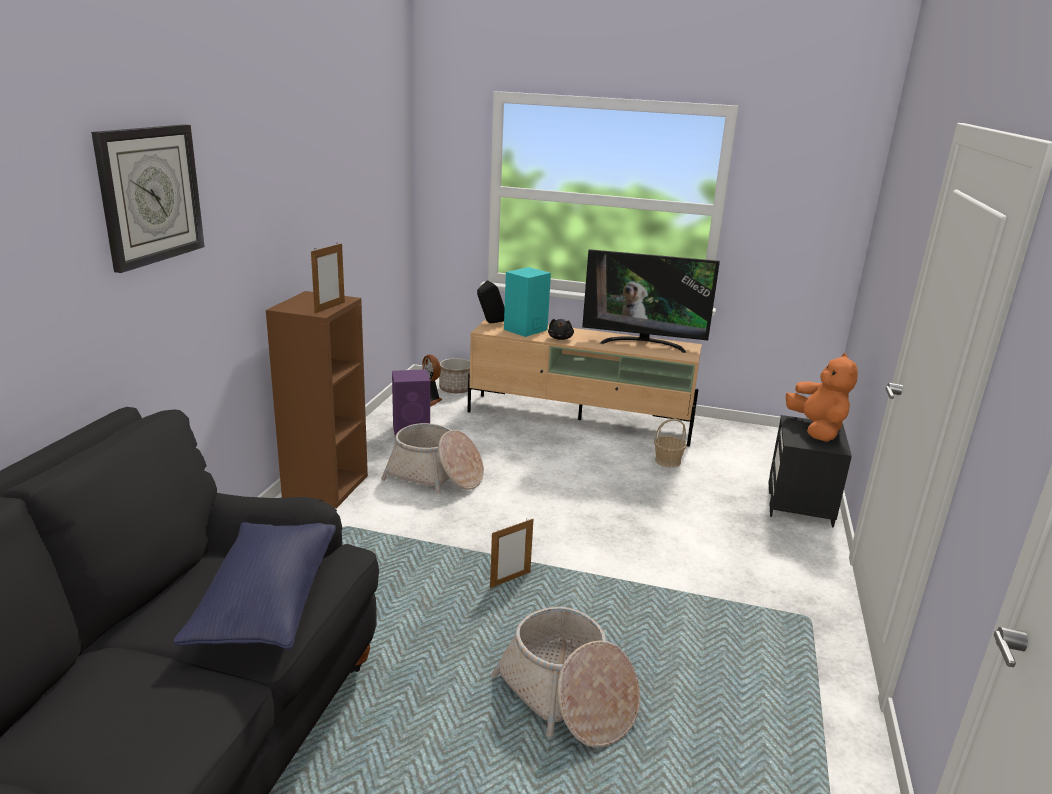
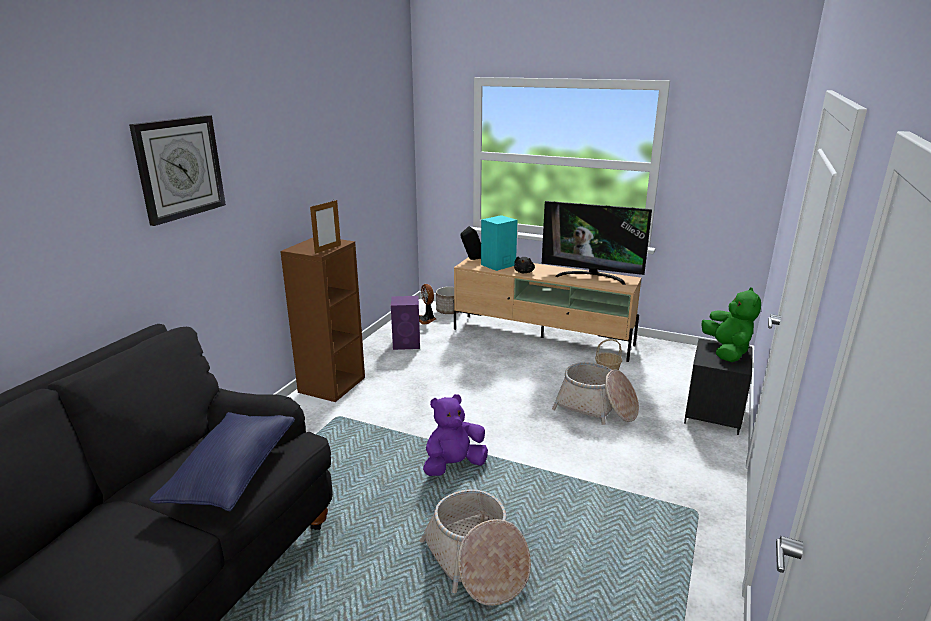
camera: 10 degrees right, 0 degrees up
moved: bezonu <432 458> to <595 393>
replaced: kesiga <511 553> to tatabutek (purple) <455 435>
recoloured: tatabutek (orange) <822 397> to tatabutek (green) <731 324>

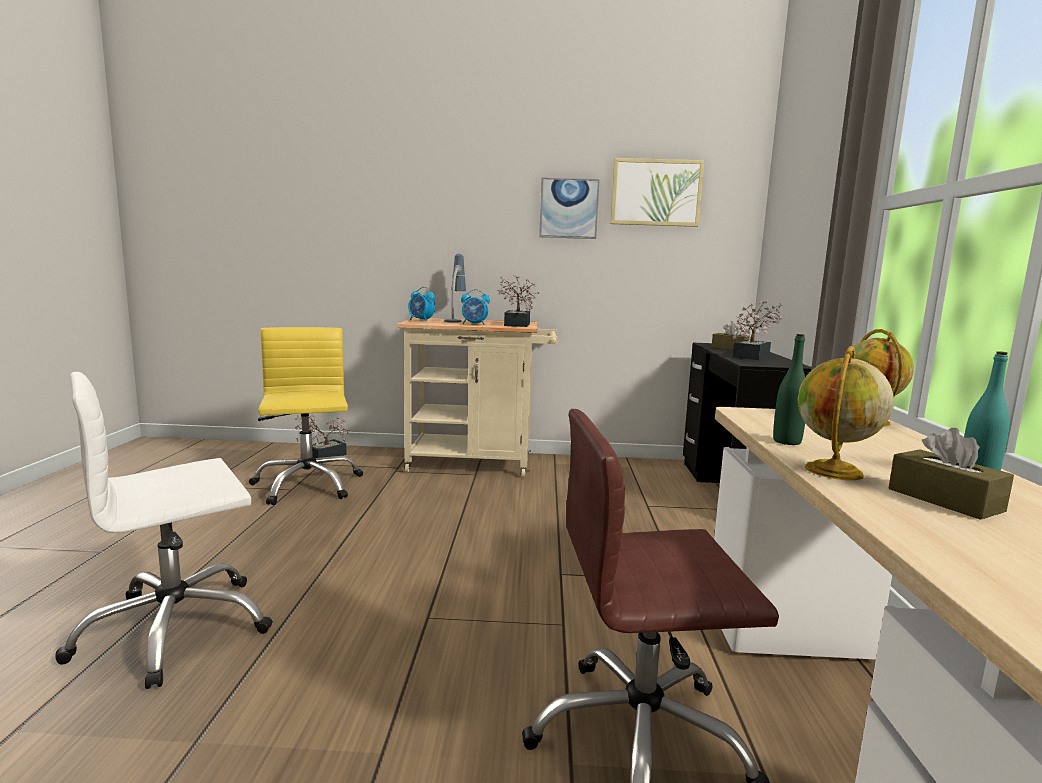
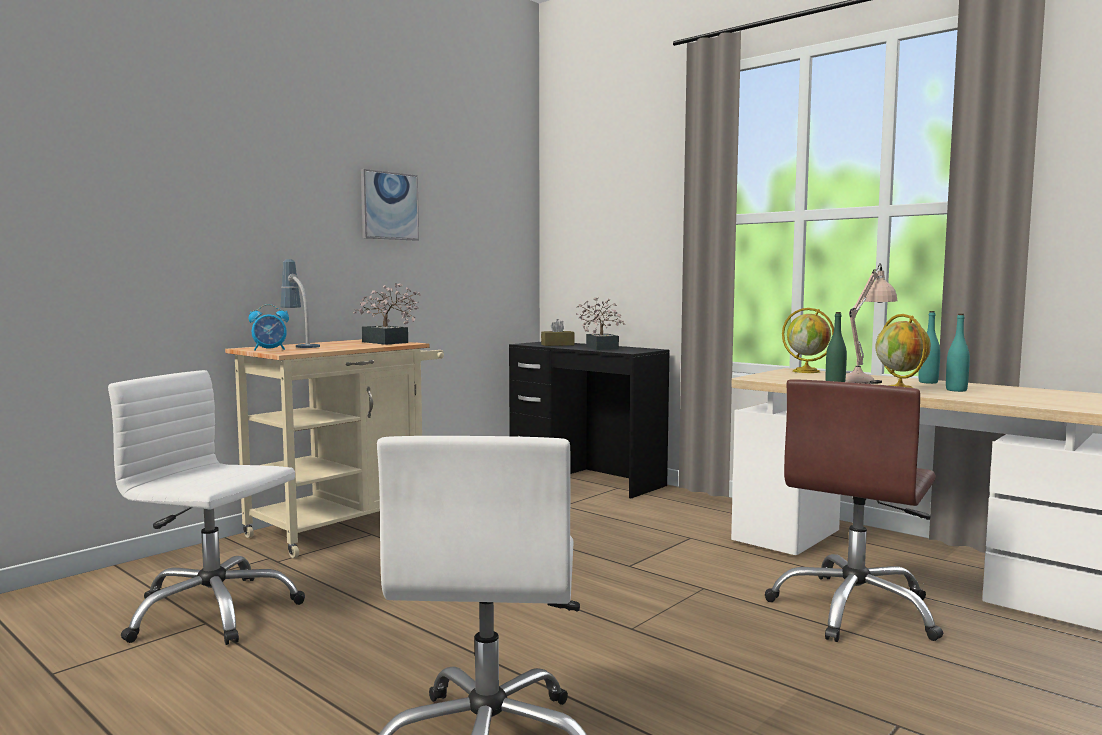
camera: 50 degrees left, 5 degrees down
removed: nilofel <322 436>; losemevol <475 307>; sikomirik <657 192>
added: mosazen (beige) <871 323>
replaced: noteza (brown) <951 474> to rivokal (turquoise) <958 353>
recoloured: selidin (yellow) <306 416> to selidin (white) <206 507>

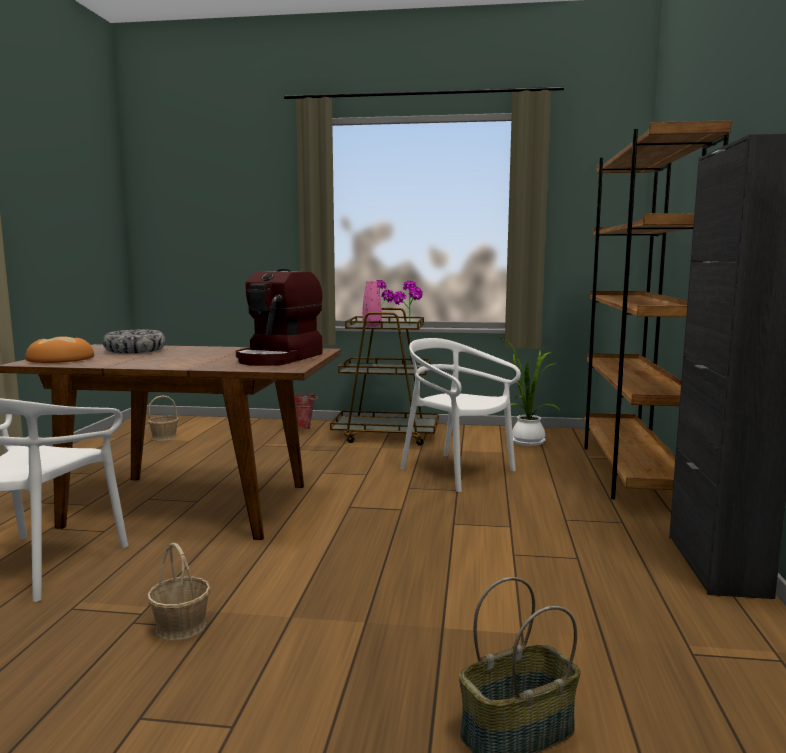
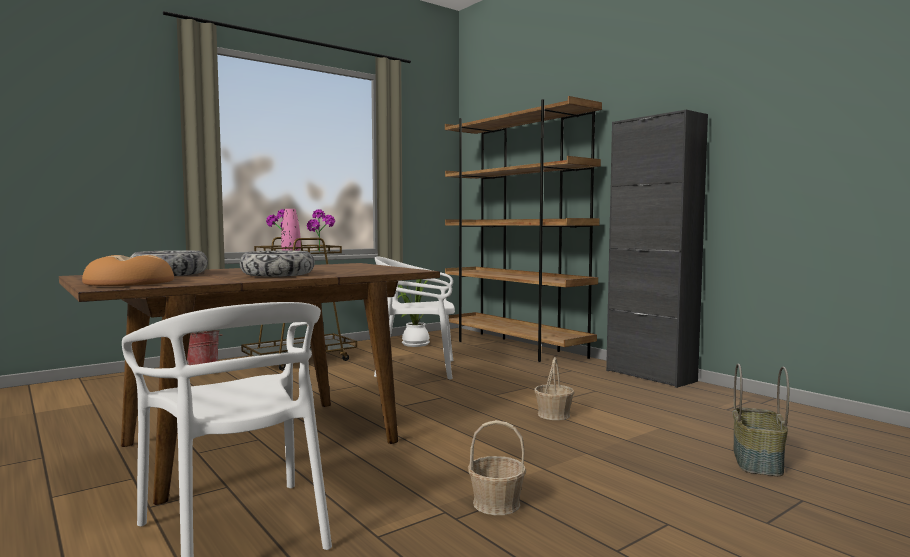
camera: 45 degrees left, 5 degrees down
removed: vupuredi <279 317>
added: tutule <277 264>
moved: bezonu <163 418> to <554 388>

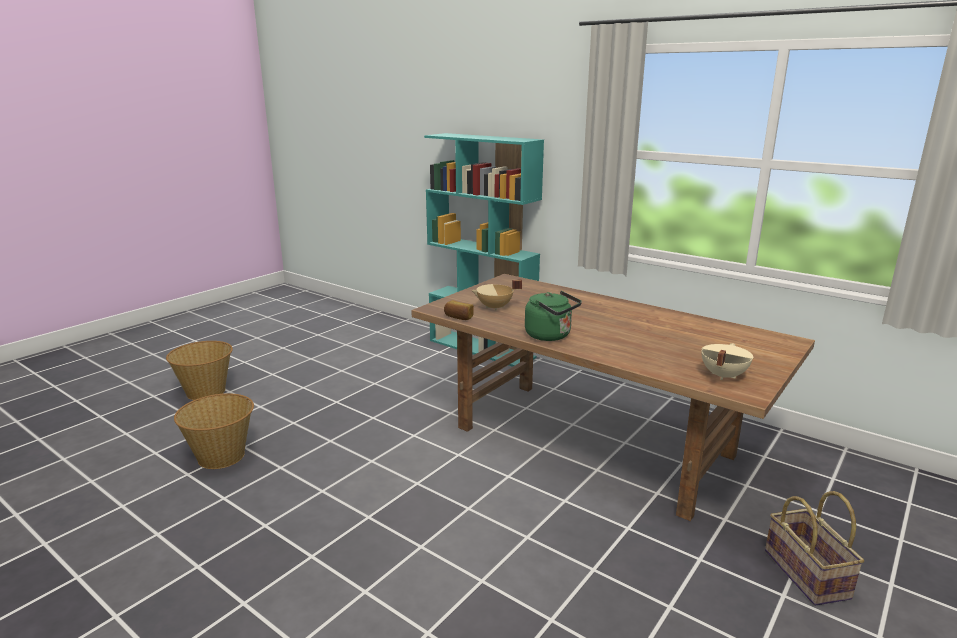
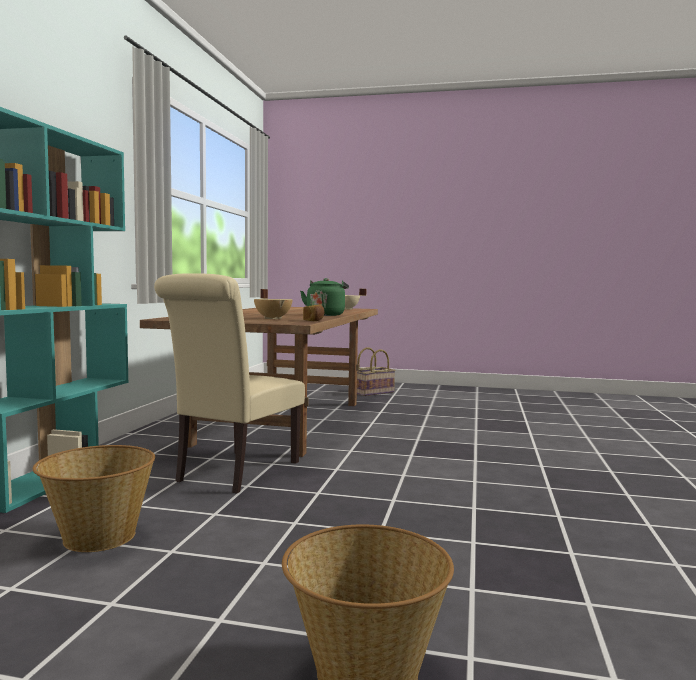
camera: 115 degrees left, 15 degrees down
added: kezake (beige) <229 383>
moved: bezonu <214 431> to <94 498>

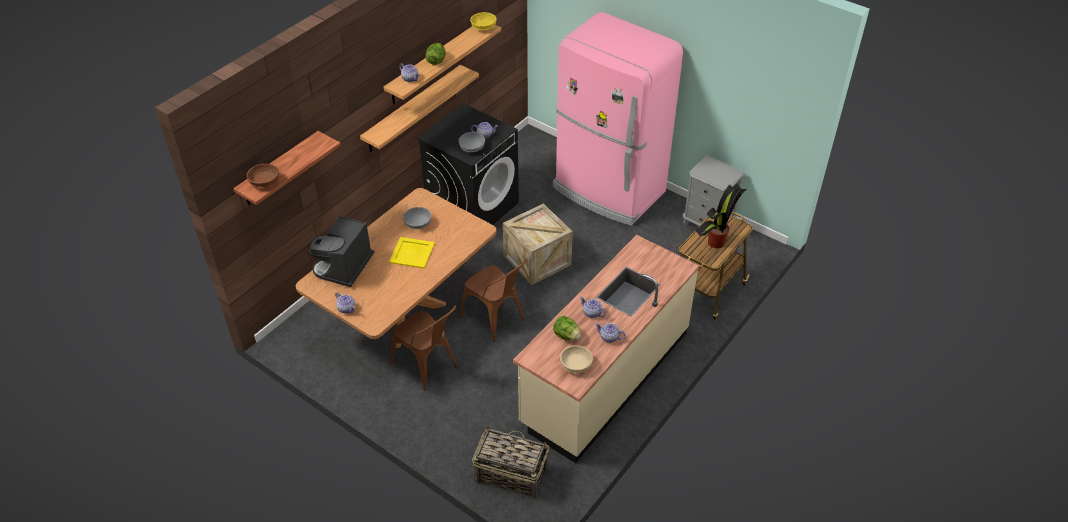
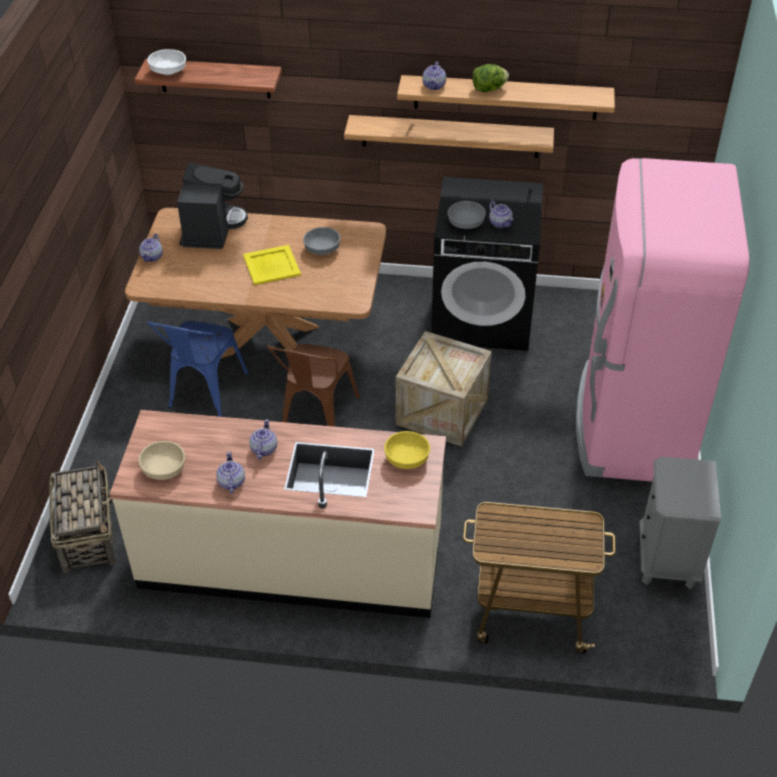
camera: 60 degrees right, 0 degrees up
removed: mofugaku <567 328>; nilofel <721 215>
moved: tutule (yellow) <483 21> to <407 450>
recoloured: tutule (brown) <263 175> to tutule (white) <166 62>; kezake (brown) <423 347> to kezake (blue) <198 369>
turned: vupuredi <341 251> = <212 205> 105 degrees clockwise

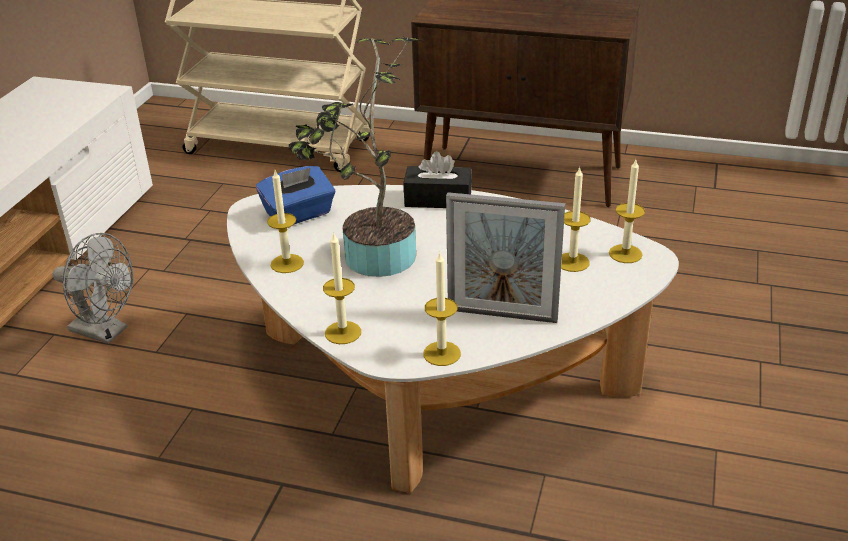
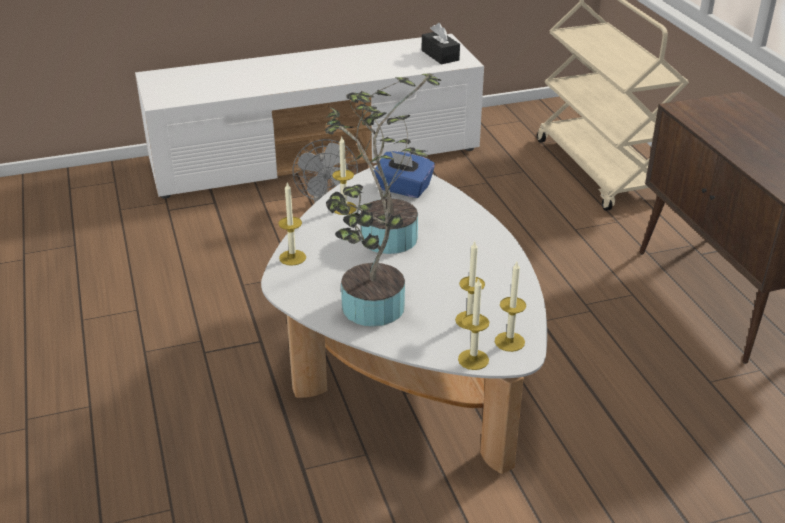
camera: 55 degrees right, 0 degrees up
moved: noteza (black) <437 179> to <441 43>; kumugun <442 309> to <473 323>
replaced: kesiga <505 257> to nilofel <376 221>

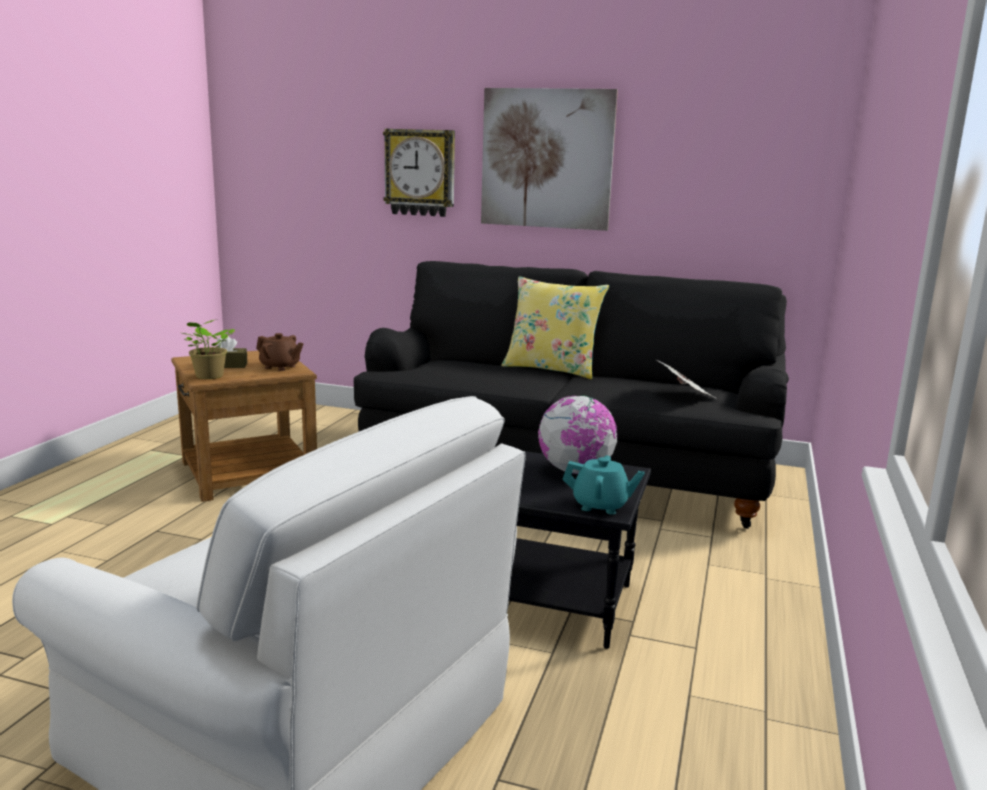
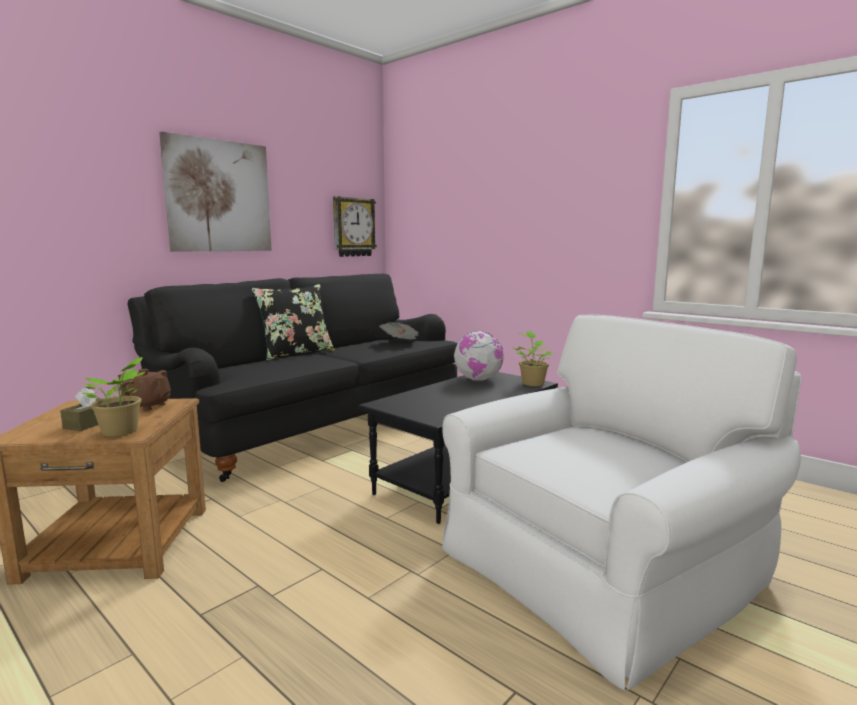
camera: 65 degrees left, 5 degrees down
moved: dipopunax <419 173> to <355 226>
replaced: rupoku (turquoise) <603 485> to nilofel <533 358>
recoloured: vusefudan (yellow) <555 327> to vusefudan (black) <293 322>
turned: rupoku (brown) <280 352> = <144 390> 120 degrees counterclockwise

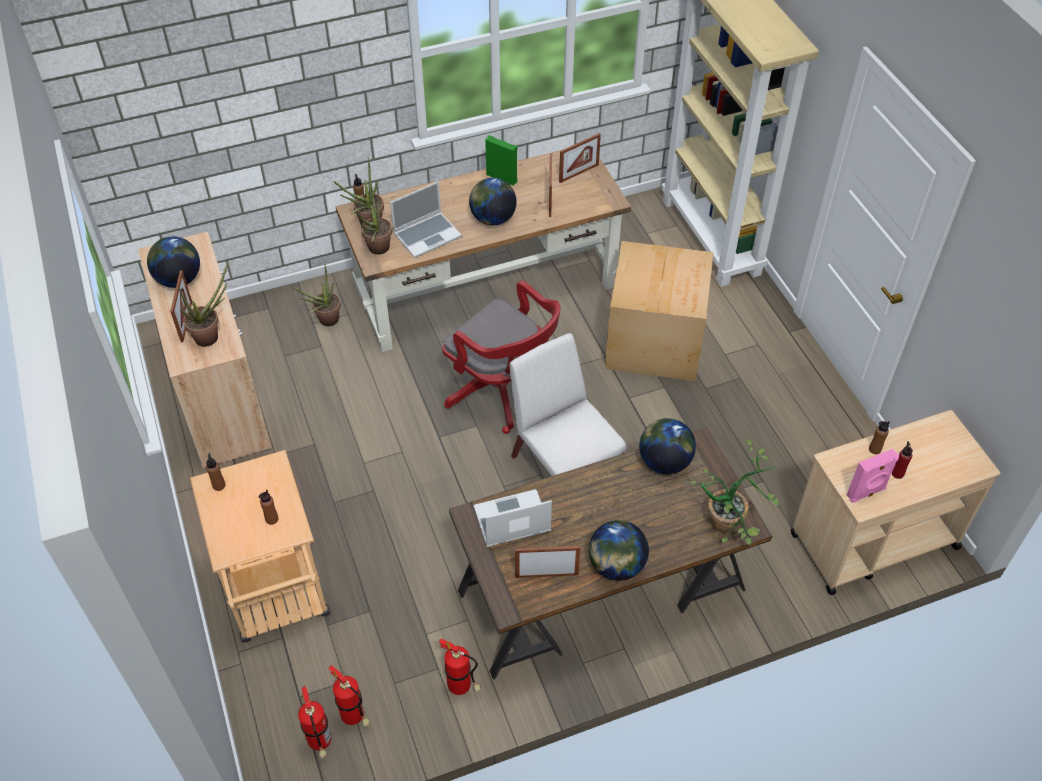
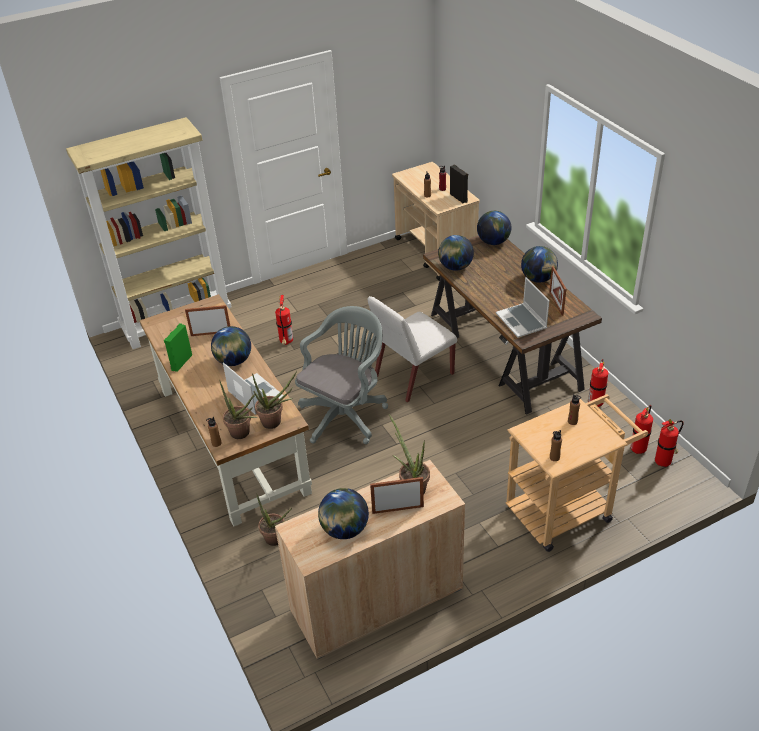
camera: 95 degrees left, 10 degrees down
removed: kesiga <580 158>
replaced: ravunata <659 311> to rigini <284 320>; nilofel <734 492> to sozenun <494 228>
recoloured: selidin (red) <501 357> to selidin (grey) <341 375>; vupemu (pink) <873 476> to vupemu (black) <459 183>

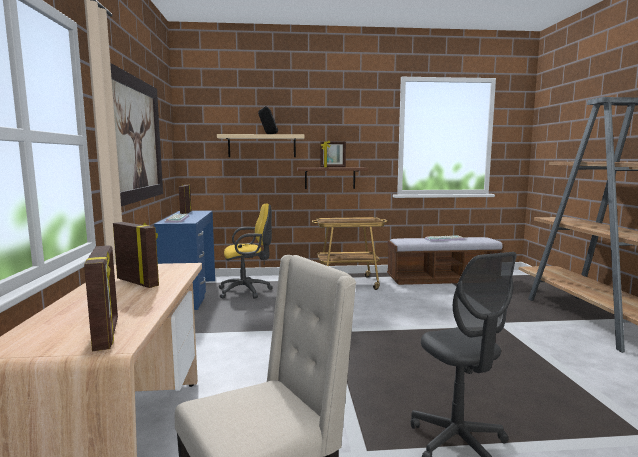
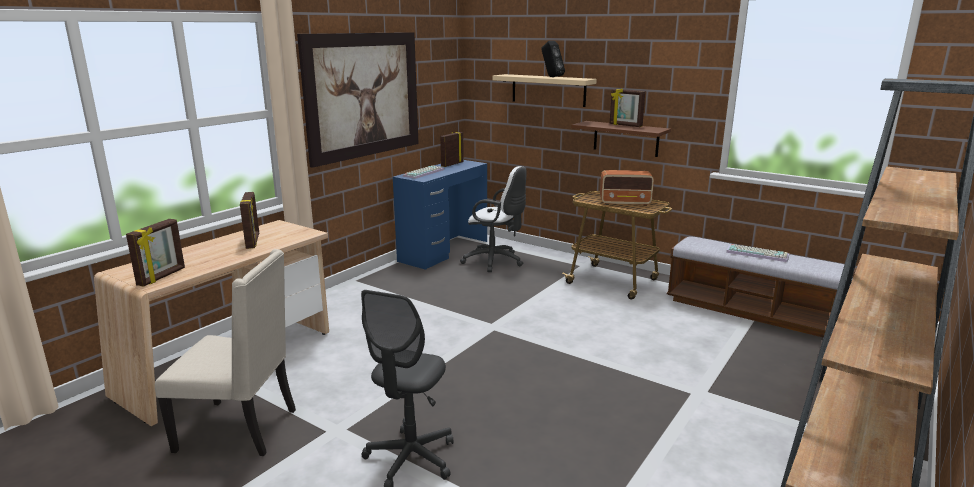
camera: 40 degrees right, 10 degrees up
added: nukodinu <627 188>
recoloured: selidin (yellow) <246 251> to selidin (white) <493 219>

